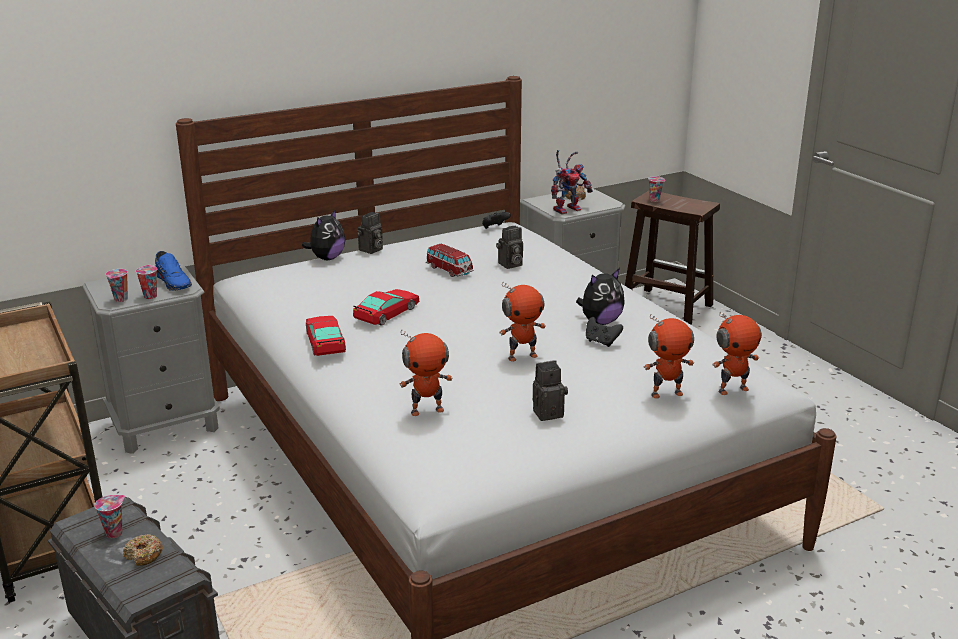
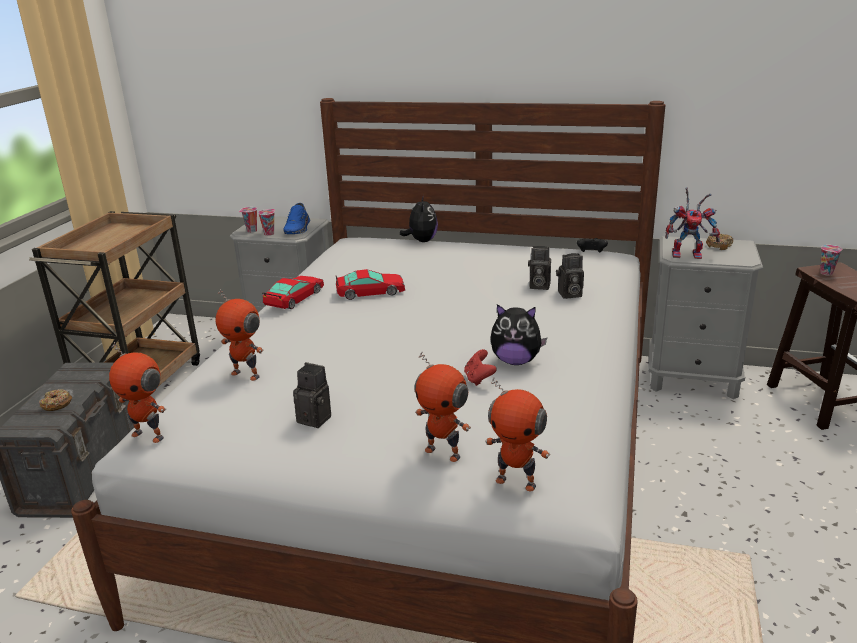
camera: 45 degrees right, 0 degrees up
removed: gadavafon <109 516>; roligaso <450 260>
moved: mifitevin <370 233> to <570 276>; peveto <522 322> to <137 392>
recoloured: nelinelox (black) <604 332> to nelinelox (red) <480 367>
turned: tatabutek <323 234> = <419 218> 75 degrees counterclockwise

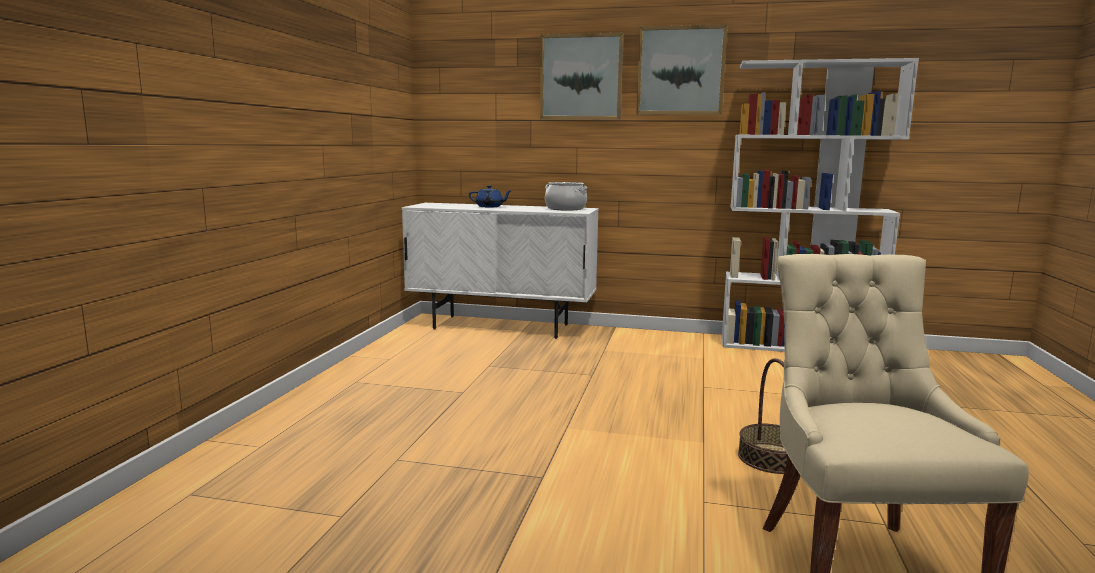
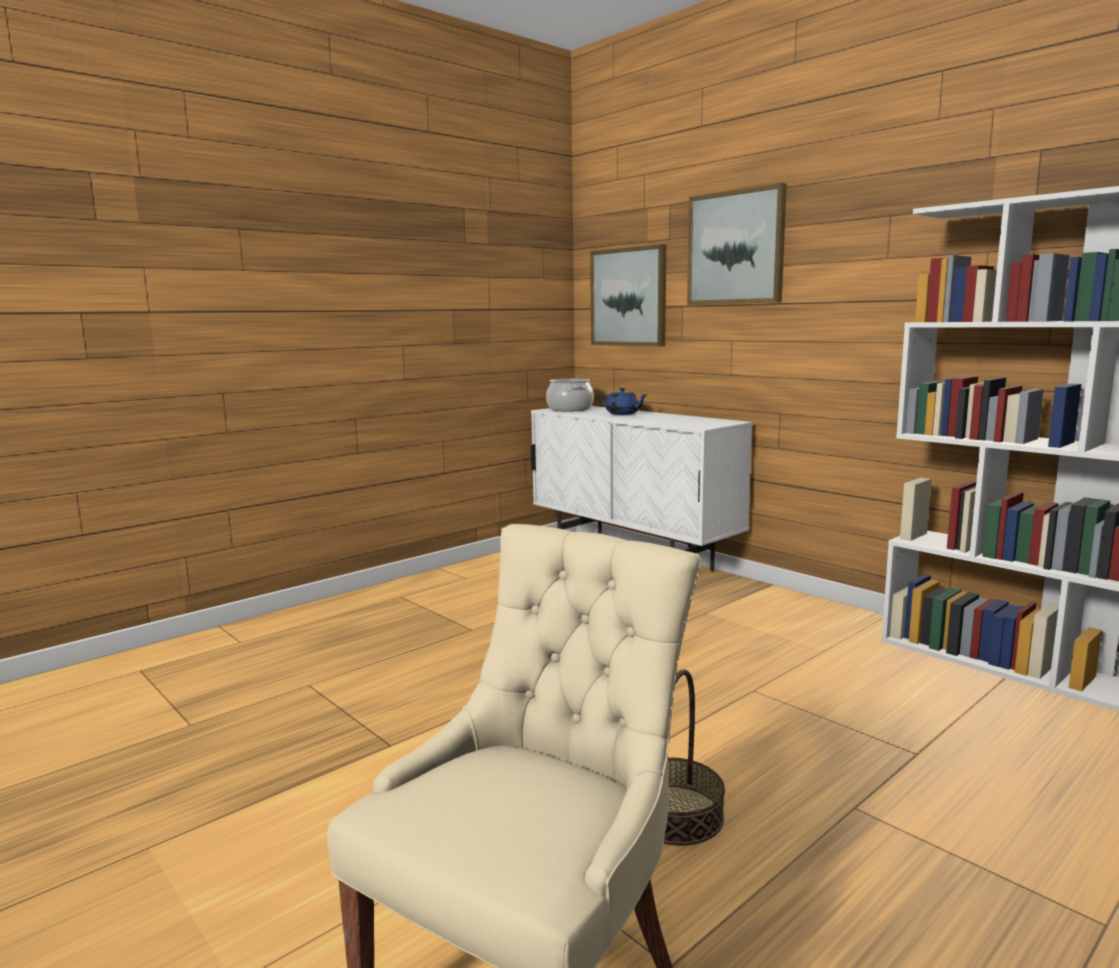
camera: 35 degrees right, 0 degrees up
moved: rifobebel <566 196> to <570 395>; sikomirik <682 69> to <628 295>

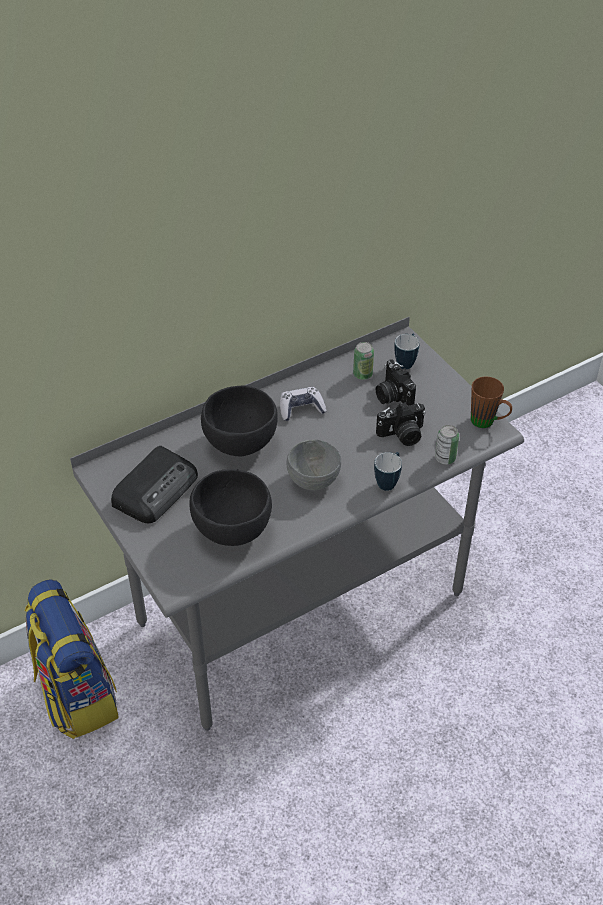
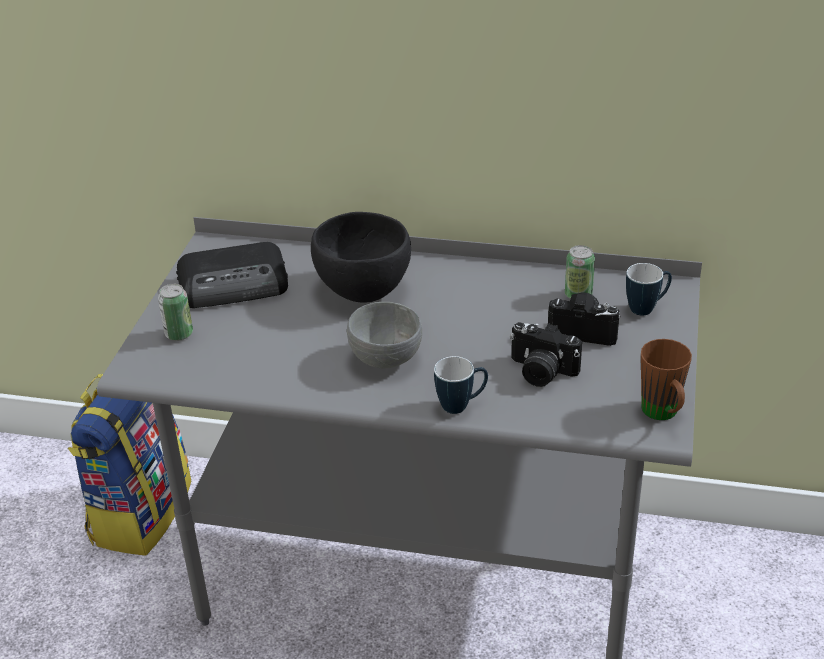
camera: 45 degrees right, 10 degrees down
removed: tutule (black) <230 507>; nelinelox <303 404>
moved: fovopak <447 445> to <175 312>
turned: mifitevin <396 382> = <584 319> 90 degrees clockwise

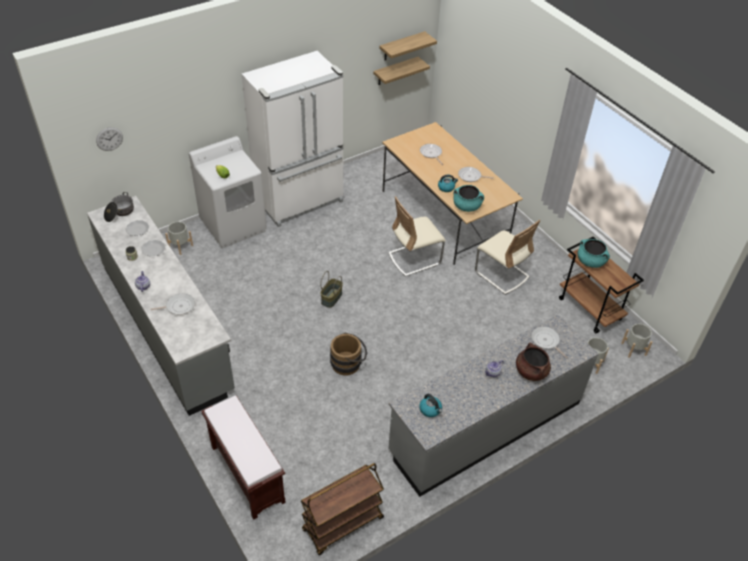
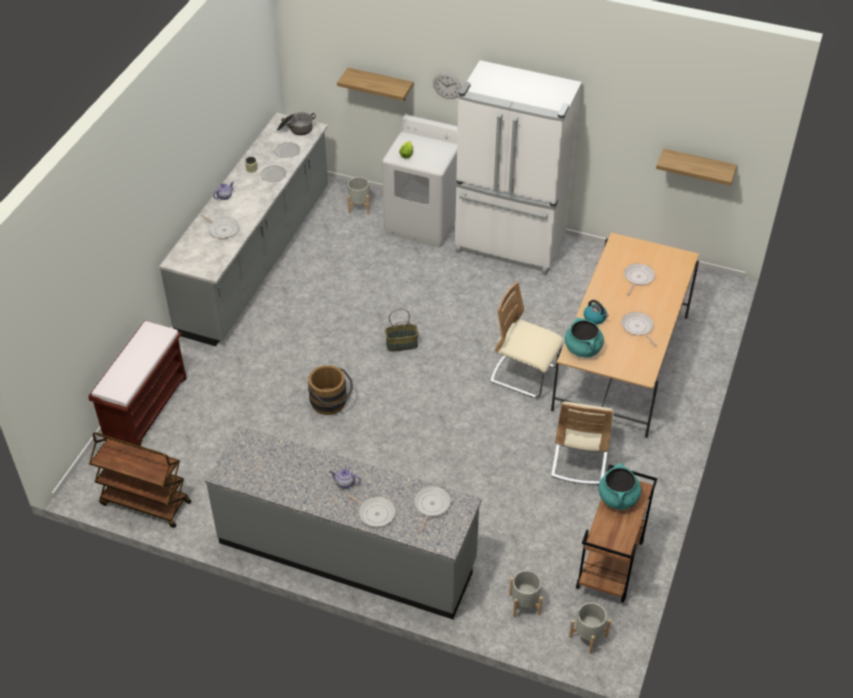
camera: 55 degrees right, 0 degrees up
removed: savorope <430 405>
moved: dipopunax <109 139> to <447 86>; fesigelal <408 45> to <375 84>
replaced: rifobebel (brown) <533 362> to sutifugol <371 510>

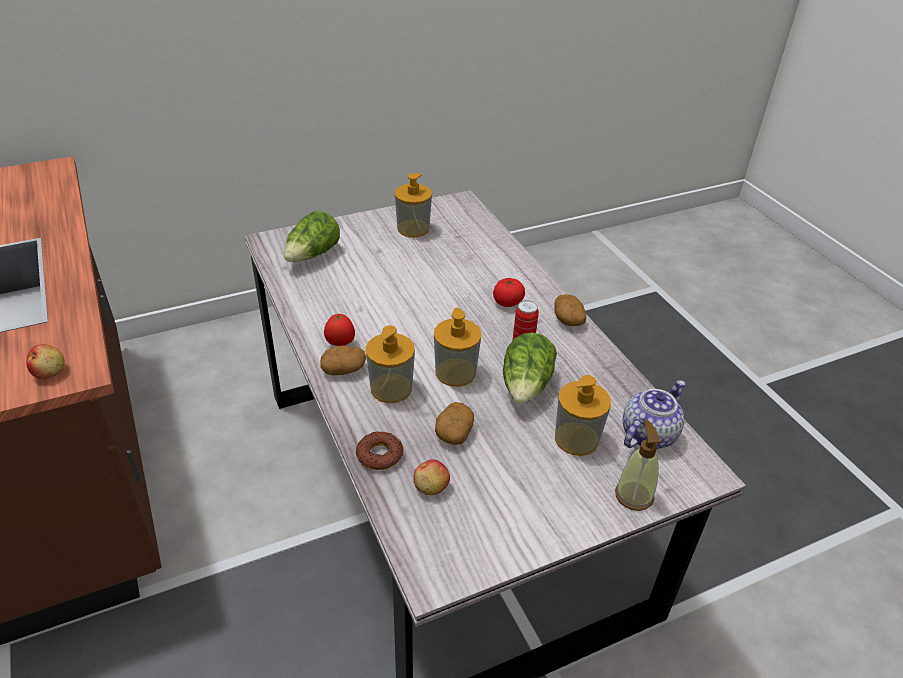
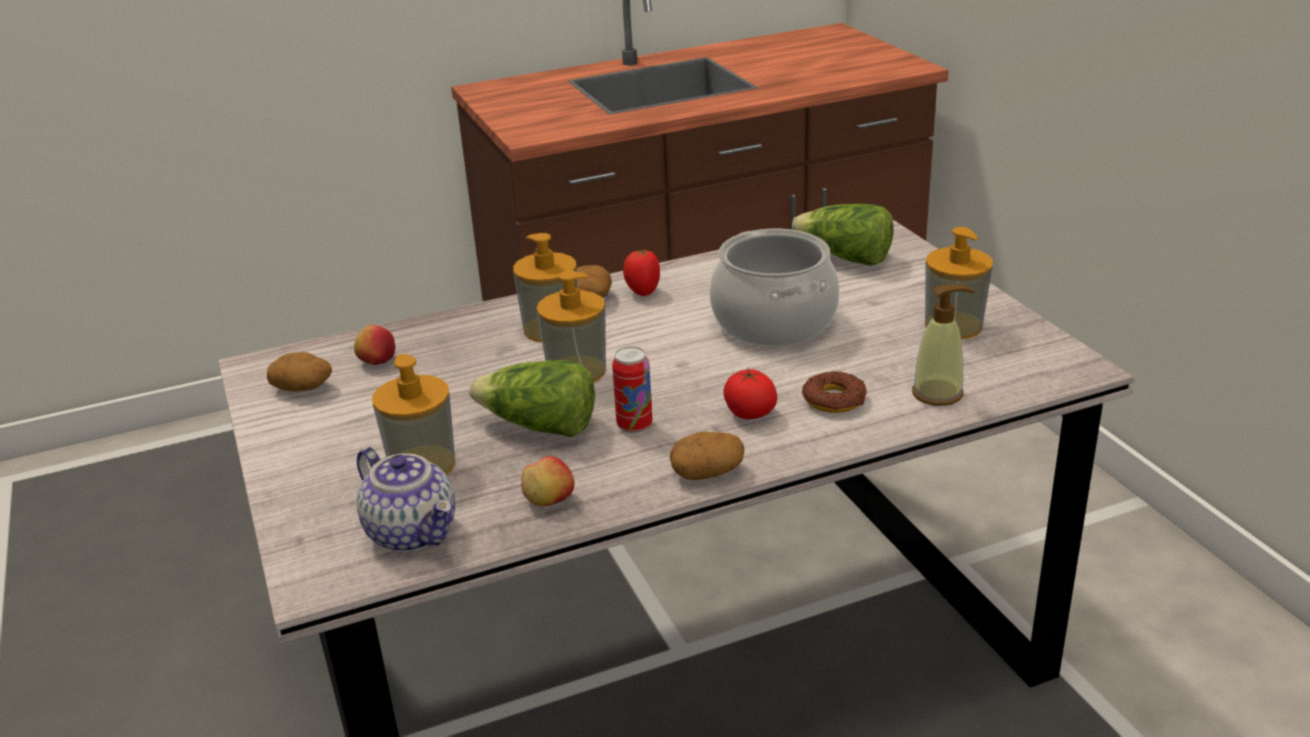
camera: 95 degrees right, 10 degrees down
added: rifobebel <774 287>
moved: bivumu <45 361> to <547 481>; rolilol <379 450> to <834 392>; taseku <454 423> to <299 372>; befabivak <638 465> to <943 345>

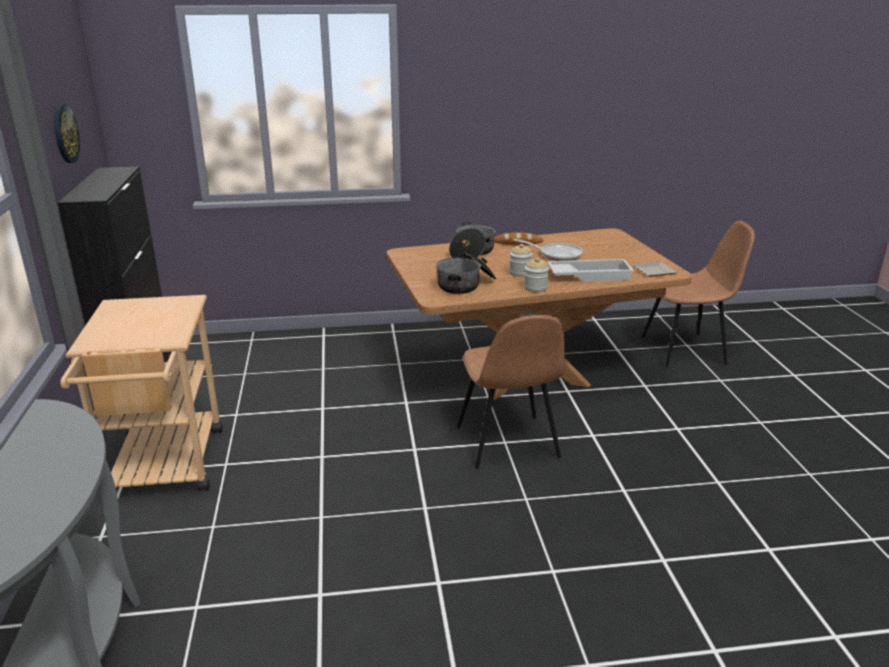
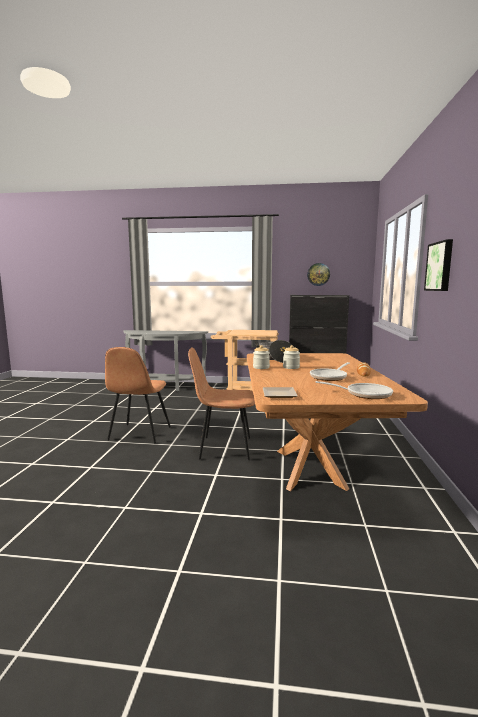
camera: 105 degrees right, 15 degrees down
removed: rifobebel <472 240>; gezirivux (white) <590 270>
added: sutifugol <354 390>; sikomirik <438 265>
moved: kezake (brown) <698 294> to <138 395>

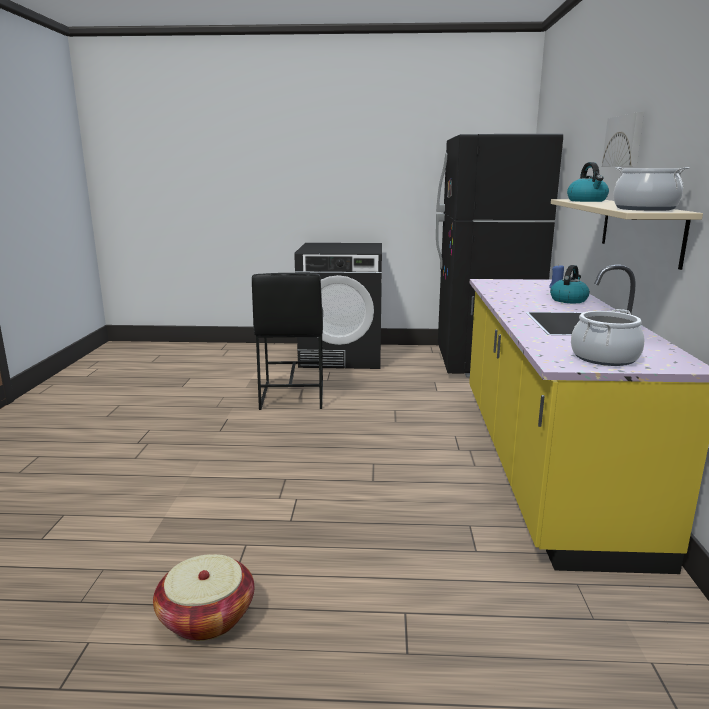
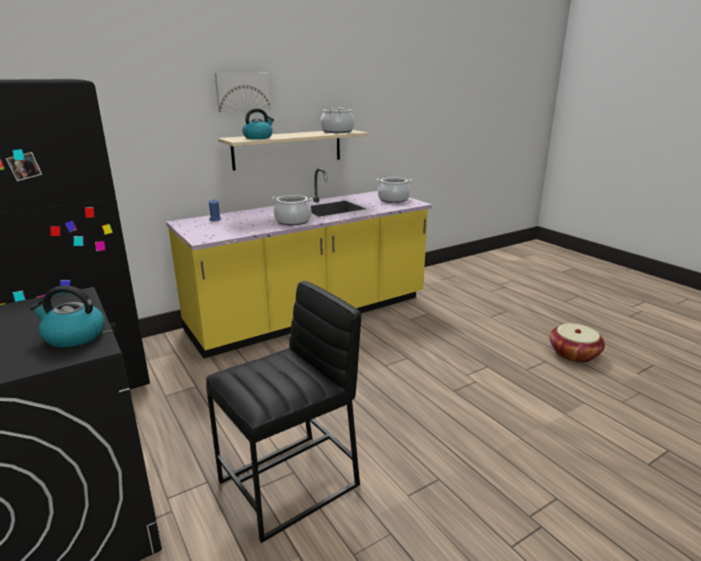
camera: 125 degrees left, 5 degrees up
added: rifobebel <292 210>
moved: savorope <570 284> to <67 316>

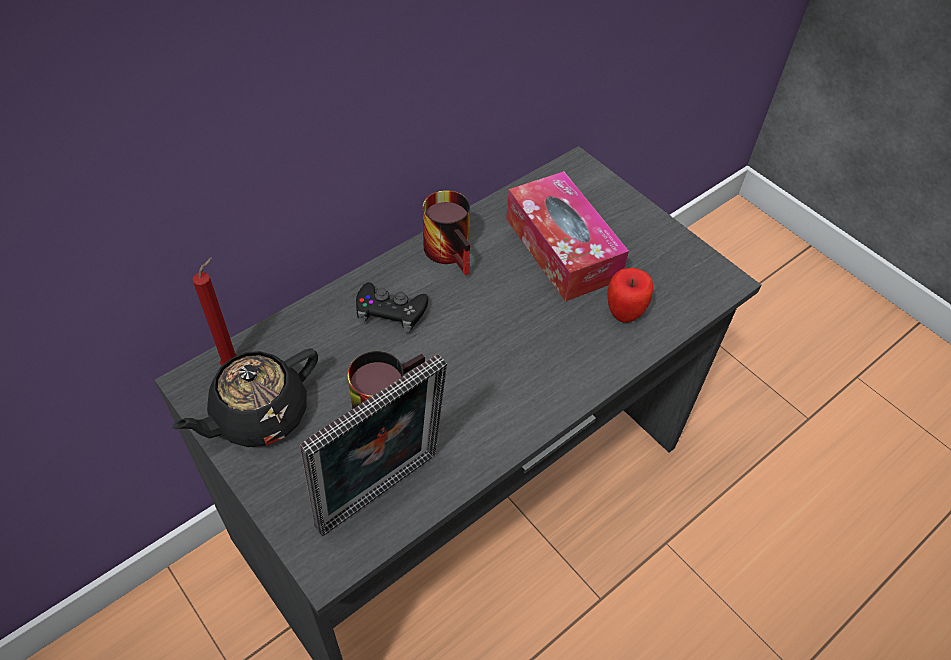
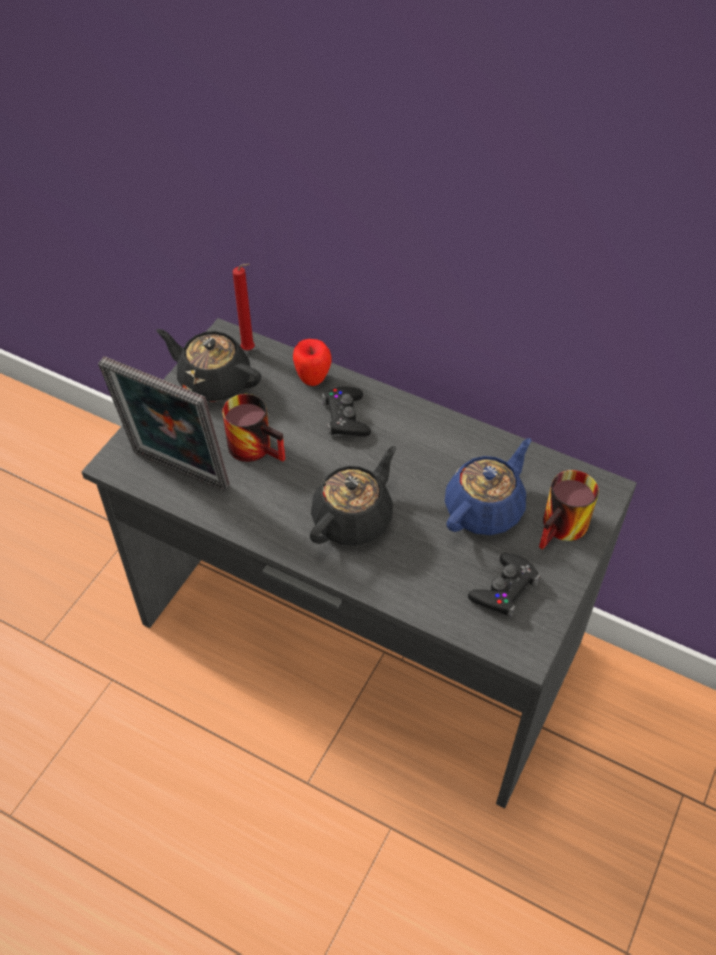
camera: 70 degrees right, 0 degrees up
added: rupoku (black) <353 496>; nelinelox (black) <504 585>
moved: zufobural <446 233> to <569 510>; bivumu <630 295> to <312 362>
replaced: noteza <567 236> to rupoku (blue) <488 486>

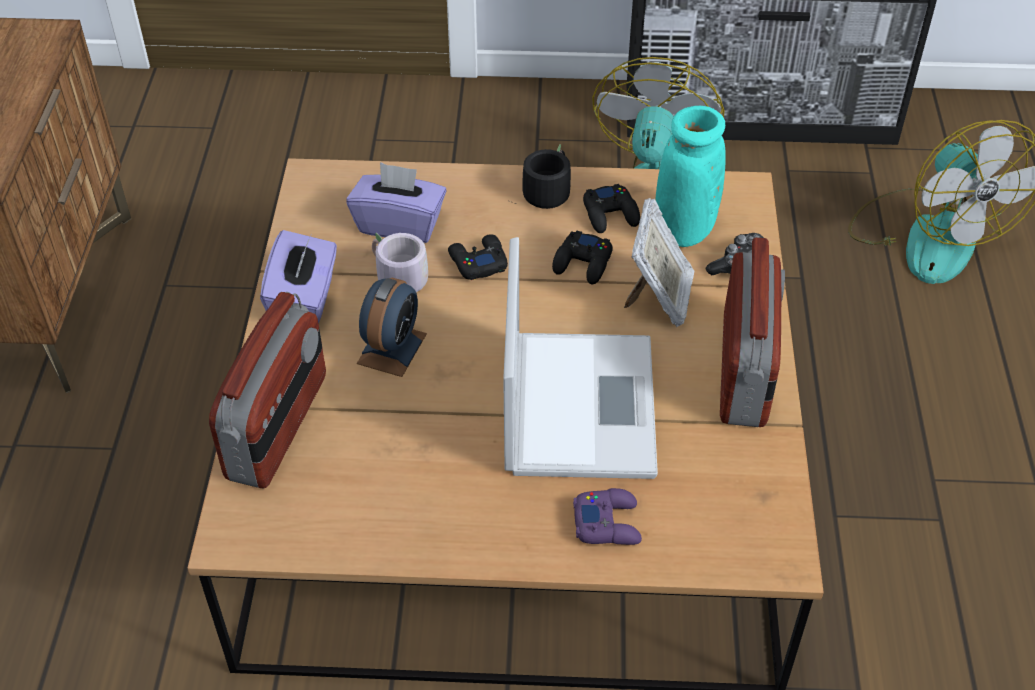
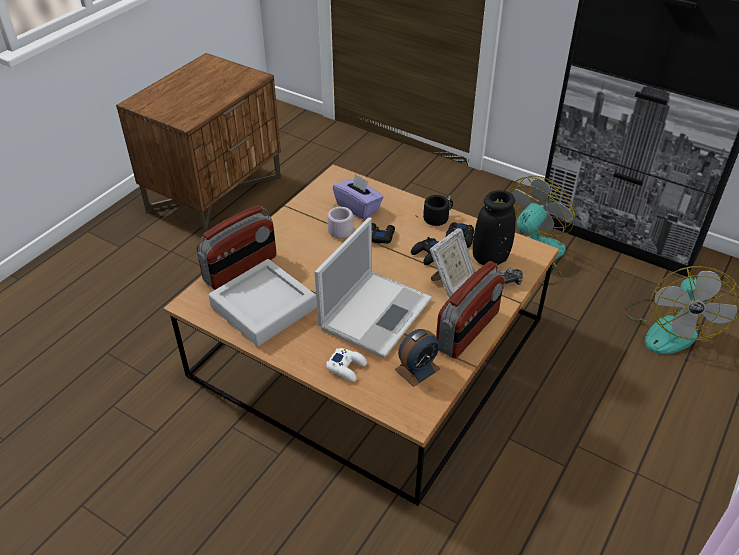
camera: 30 degrees right, 5 degrees down
removed: noteza (purple) <298 276>
added: gezirivux (grey) <262 303>
moved: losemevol <392 327> to <417 358>
recoloured: nelinelox (purple) <607 516> to nelinelox (white) <346 365>; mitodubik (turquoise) <691 176> to mitodubik (black) <494 227>

